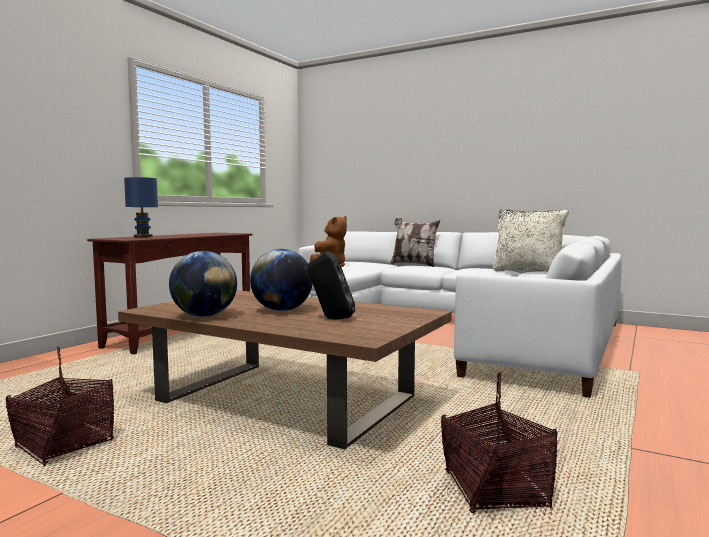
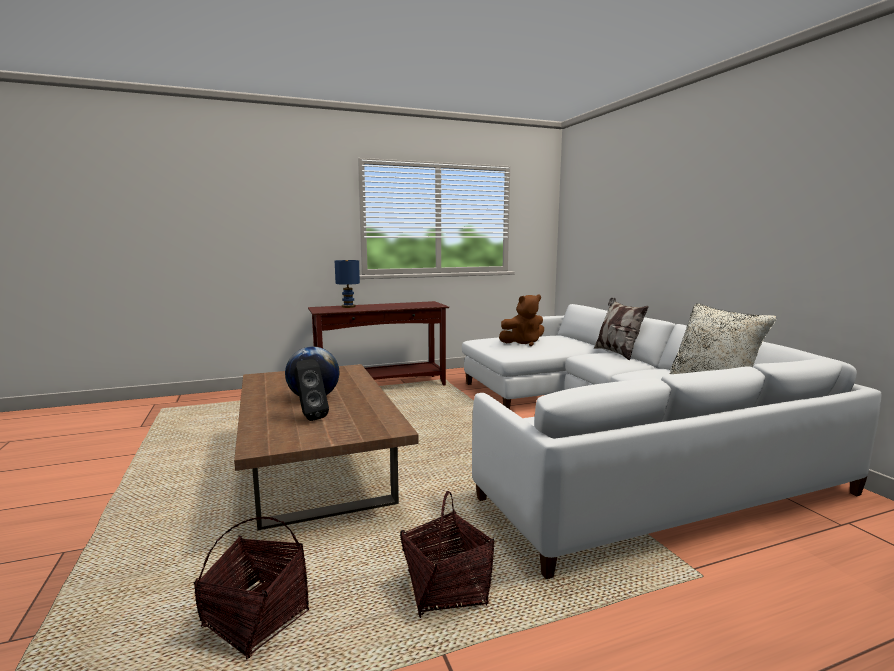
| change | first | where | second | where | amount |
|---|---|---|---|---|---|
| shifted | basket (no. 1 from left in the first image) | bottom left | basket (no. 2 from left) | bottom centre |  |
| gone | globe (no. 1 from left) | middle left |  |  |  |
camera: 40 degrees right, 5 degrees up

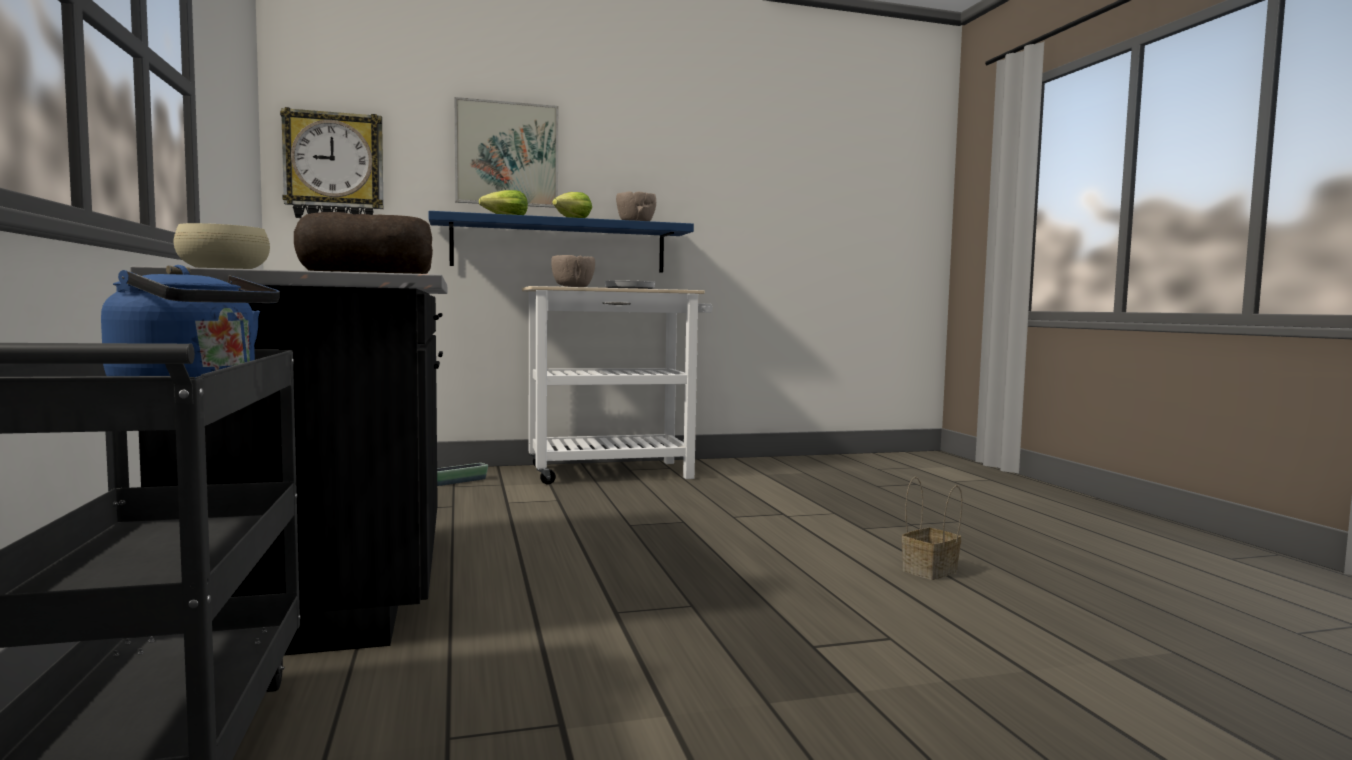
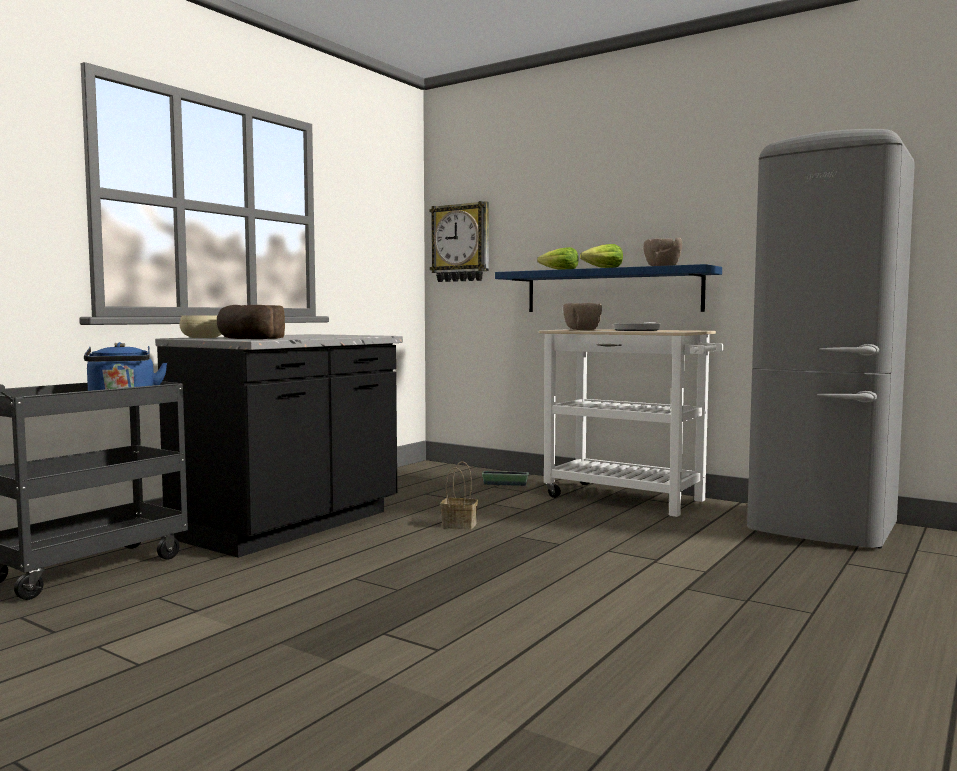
| change | first | where | second | where | amount |
|---|---|---|---|---|---|
| gone | picture | top centre |  |  |  |
| shifted | basket | bottom right |  | centre |  |
| new |  |  | grey fridge | middle right |  |
camera: 50 degrees right, 0 degrees up

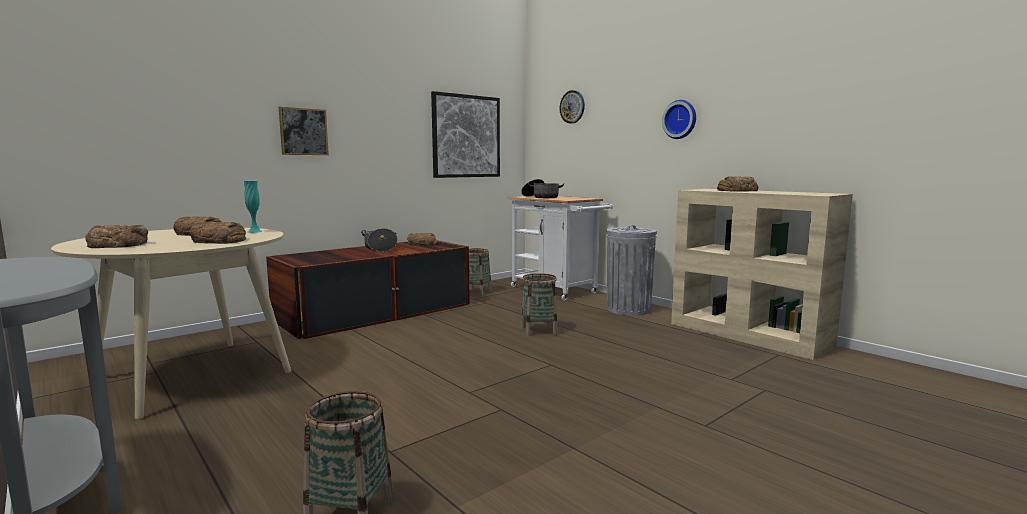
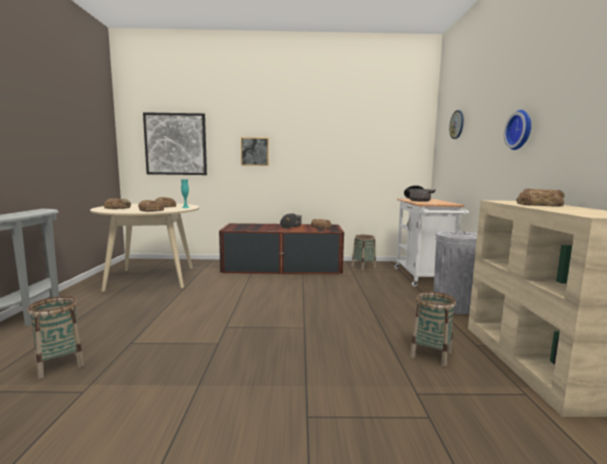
| change | first | where | second | where | amount |
|---|---|---|---|---|---|
| shifted | picture (no. 2 from left in the first image) | top centre | picture (no. 1 from left) | top left |  |
| shifted | basket (no. 3 from left) | centre |  | bottom right |  |
camera: 40 degrees right, 0 degrees up

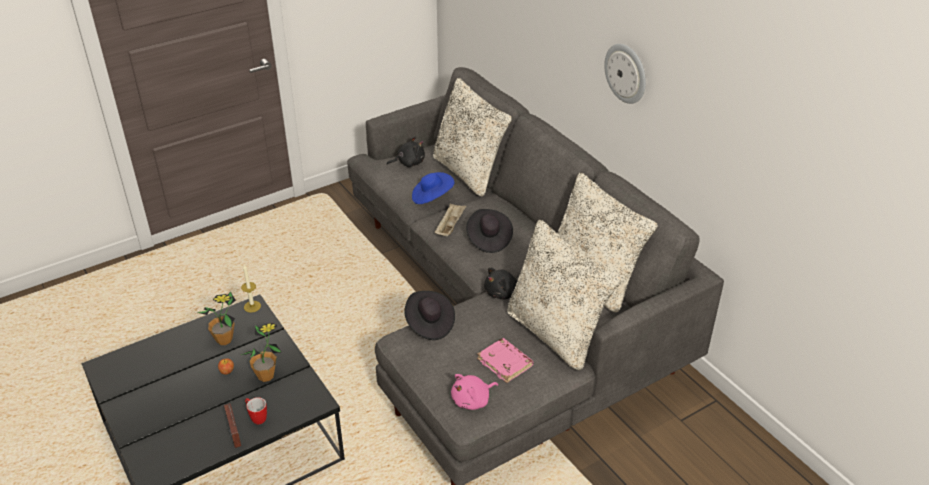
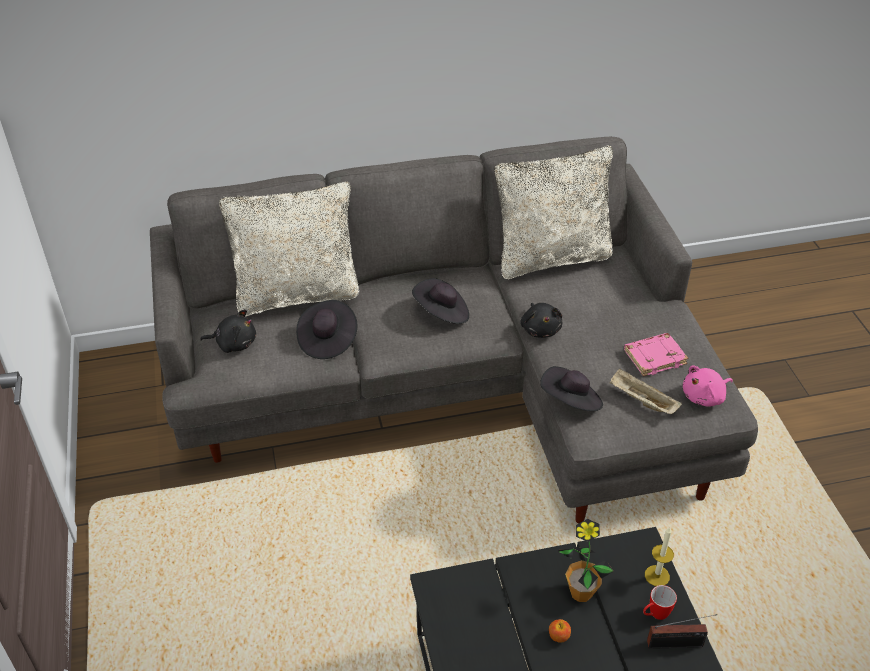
| change | first | where | second | where | amount |
|---|---|---|---|---|---|
| gone | potted plant (no. 1 from left) | middle left |  |  |  |
| shifted | candle | middle left |  | bottom right |  |
| rotated | black plush toy (no. 1 from left) | top centre |  | middle left | 90 degrees clockwise |
| repainted | blue hat | centre | black hat (no. 1 from left) | centre |  |
| shifted | beige tray | centre |  | middle right |  |
| rotated | pink plush toy | bottom centre |  | middle right | 75 degrees clockwise |
| gone | beige pillow (no. 2 from left) | centre |  |  |  |
| gone | wall clock | top right |  |  |  |
camera: 70 degrees left, 5 degrees up

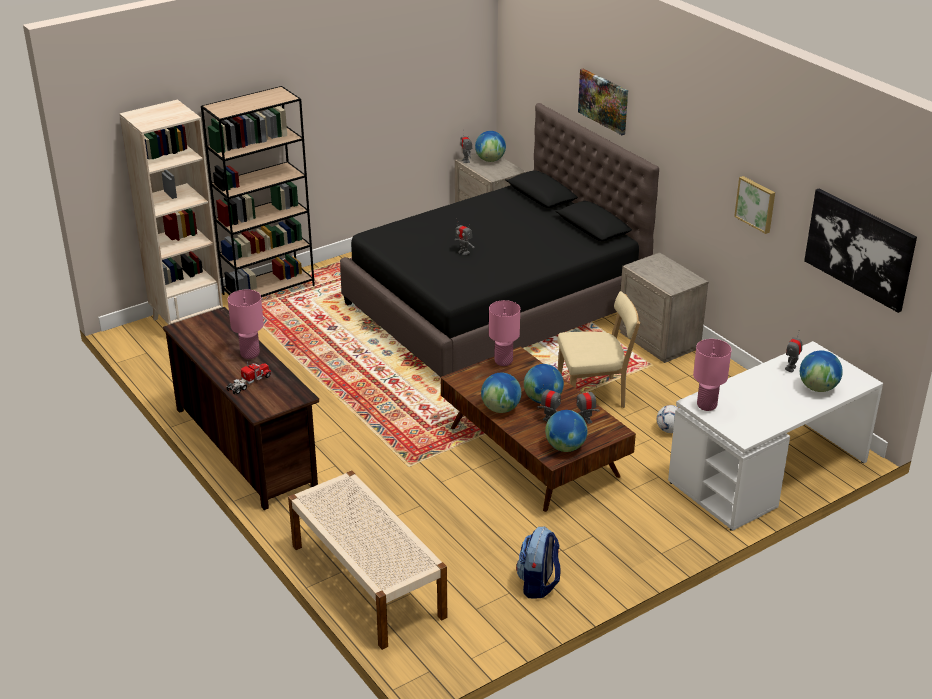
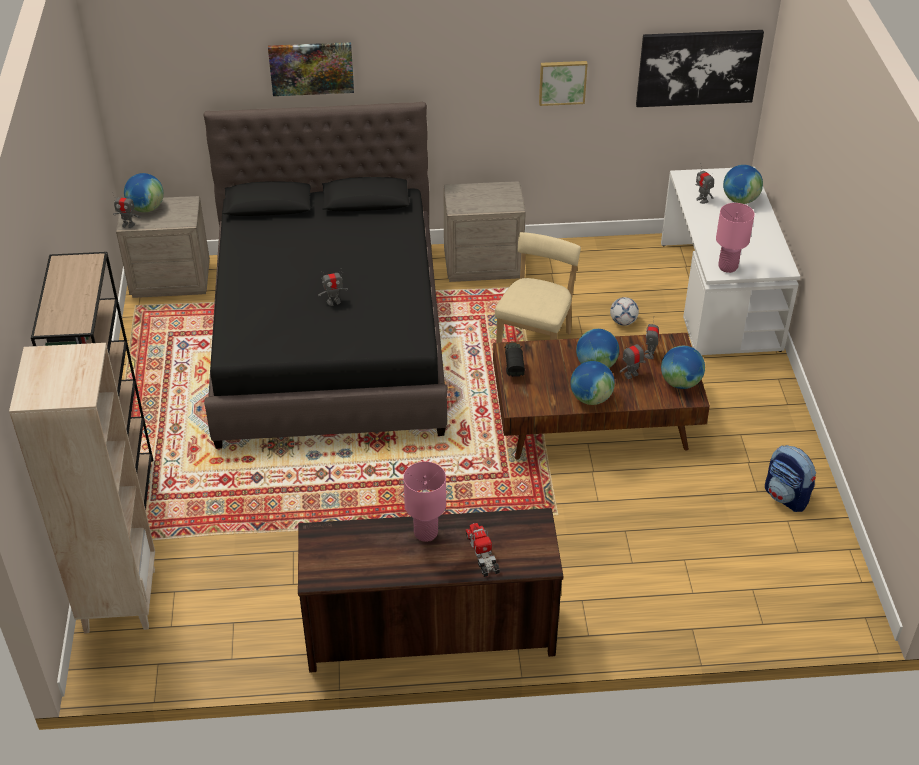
| change | first | where | second | where | amount |
|---|---|---|---|---|---|
| gone | beige bench | bottom centre |  |  |  |
| swapped | pink table lamp (no. 2 from left) | centre | toy truck (no. 2 from left) | centre |  |
camera: 60 degrees left, 10 degrees up

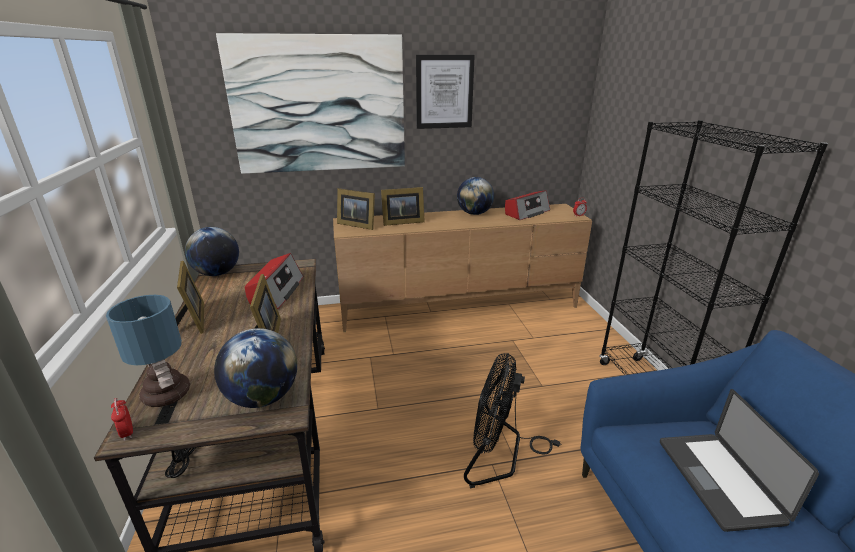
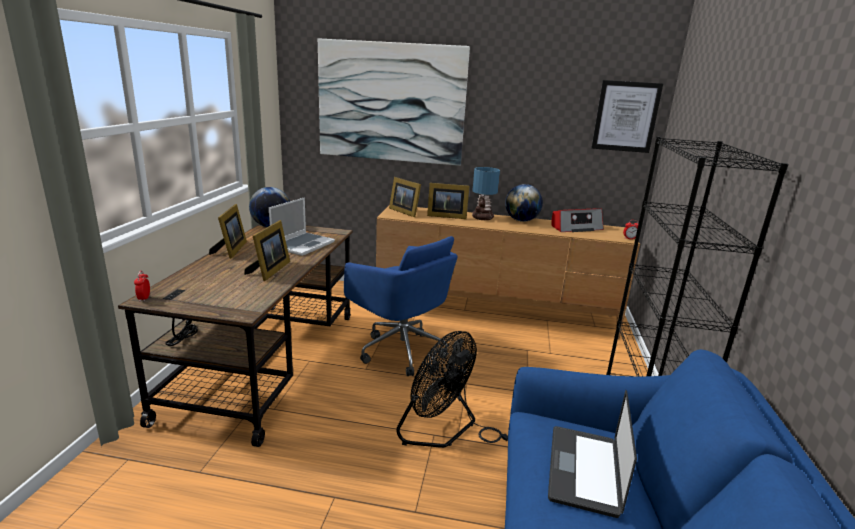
| change | first | where | second | where | amount |
|---|---|---|---|---|---|
| shifted | table lamp | middle left |  | centre |  |
| gone | globe (no. 2 from left) | bottom left |  |  |  |
| swapped | radio (no. 1 from left) | middle left | laptop (no. 1 from left) | centre |  |
| shifted | picture (no. 2 from left) | top centre |  | top right |  |
| new |  |  | blue office chair | centre |  |
camera: 20 degrees right, 5 degrees down

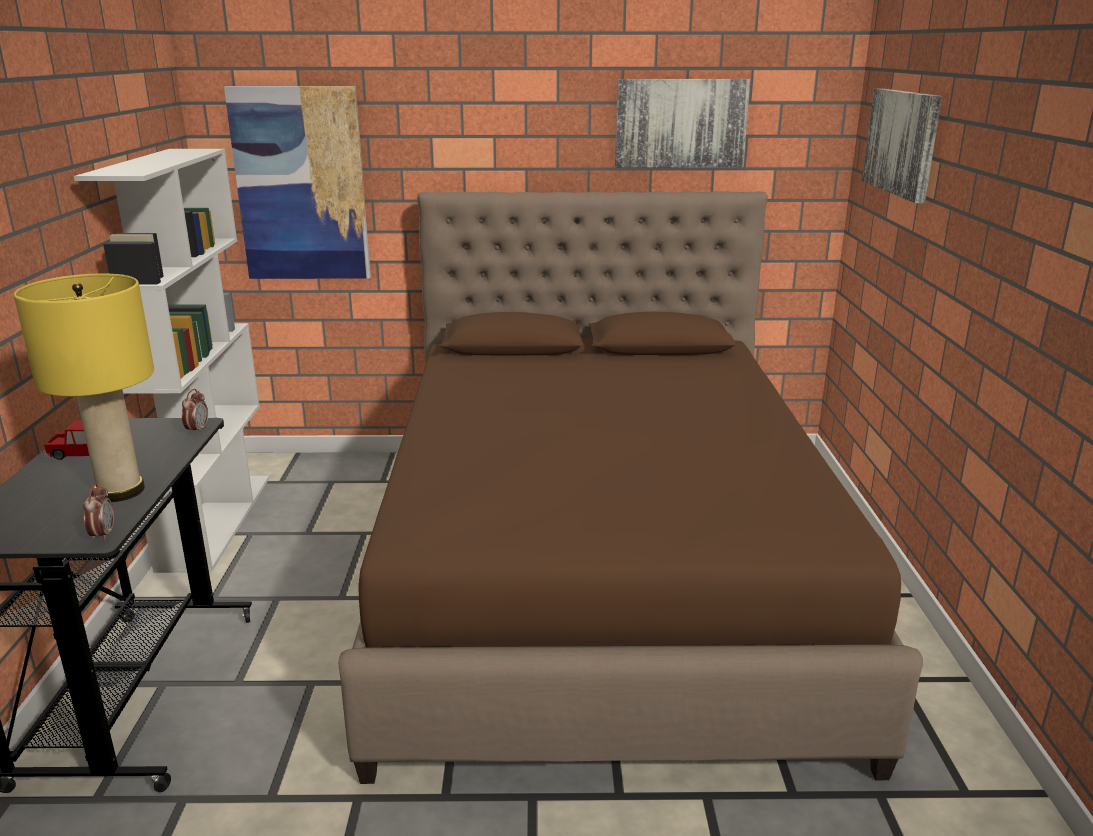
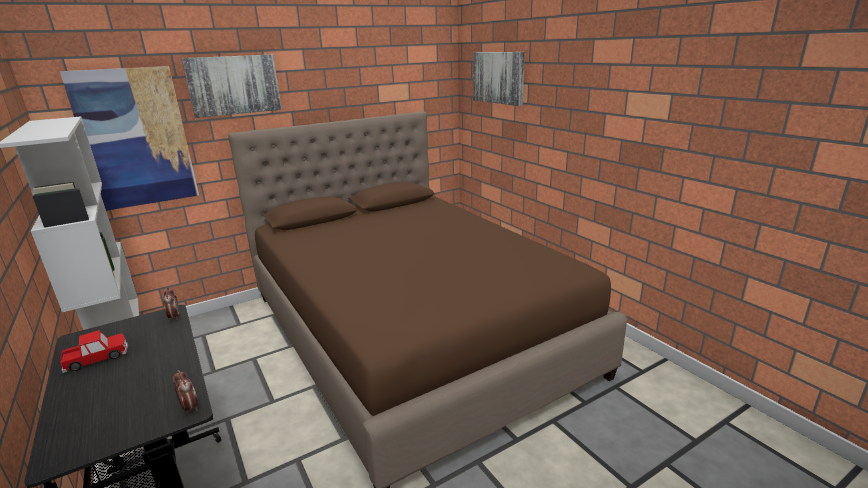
| change | first | where | second | where | amount |
|---|---|---|---|---|---|
| gone | yellow table lamp | middle left |  |  |  |
| shifted | picture (no. 2 from left) | top centre |  | top left |  |
camera: 30 degrees left, 0 degrees up

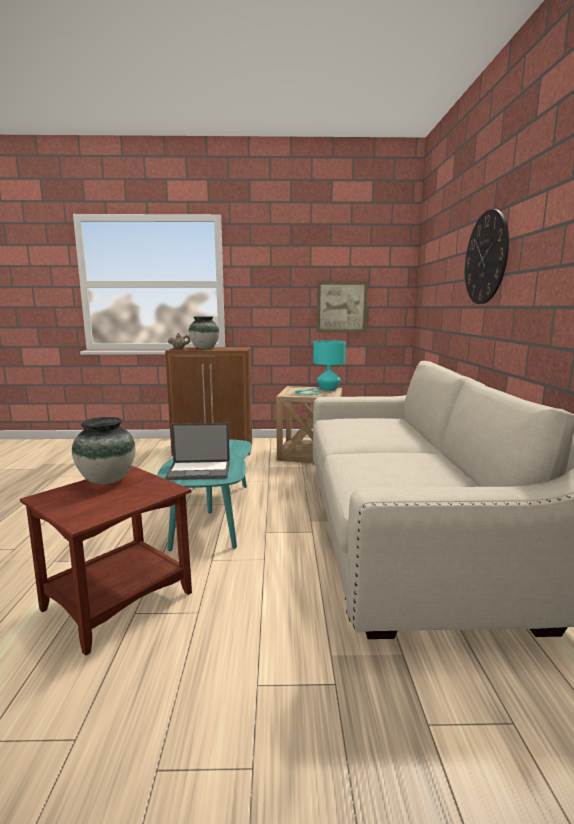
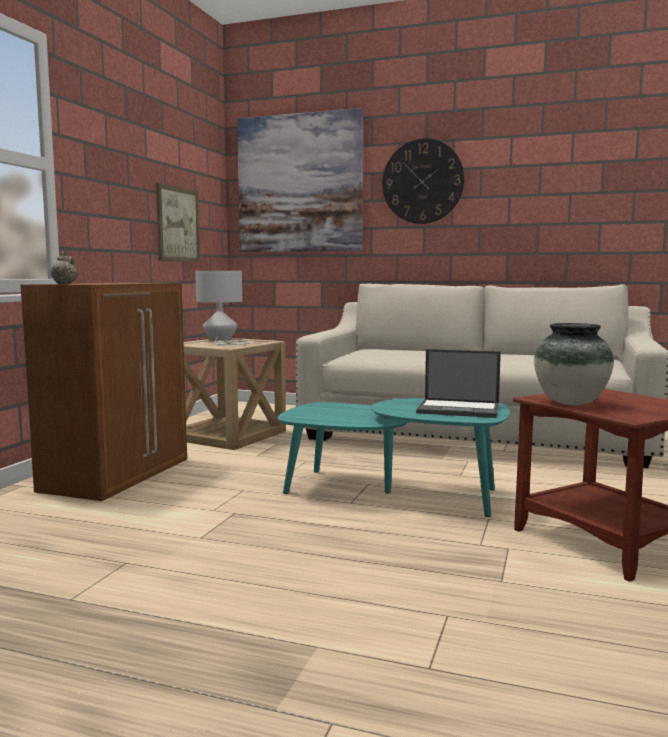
| change | first | where | second | where | amount |
|---|---|---|---|---|---|
| rotated | laptop | centre |  | middle right | 90 degrees clockwise |
| gone | vase (no. 2 from left) | centre |  |  |  |
| repainted | turquoise table lamp | centre | grey table lamp | centre |  |
| new |  |  | picture (no. 2 from left) | top centre |  |
camera: 70 degrees left, 5 degrees down

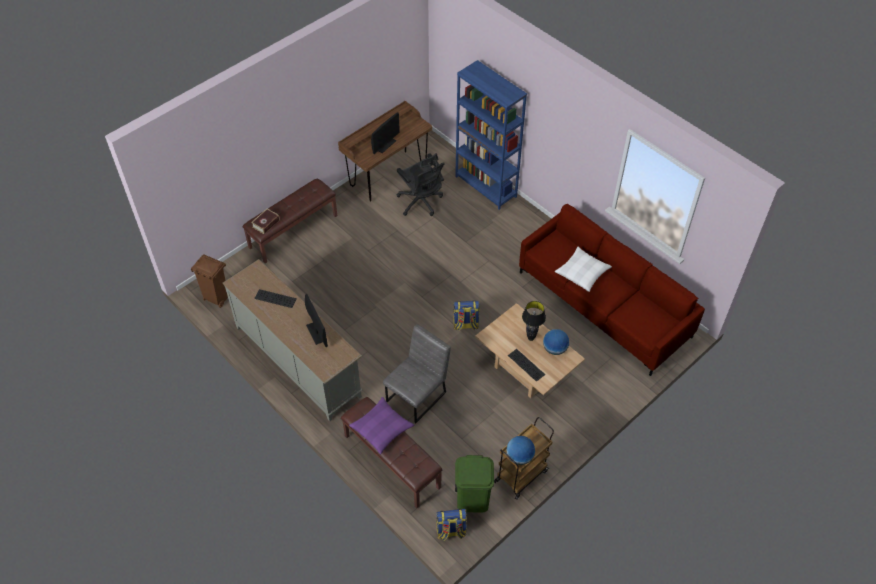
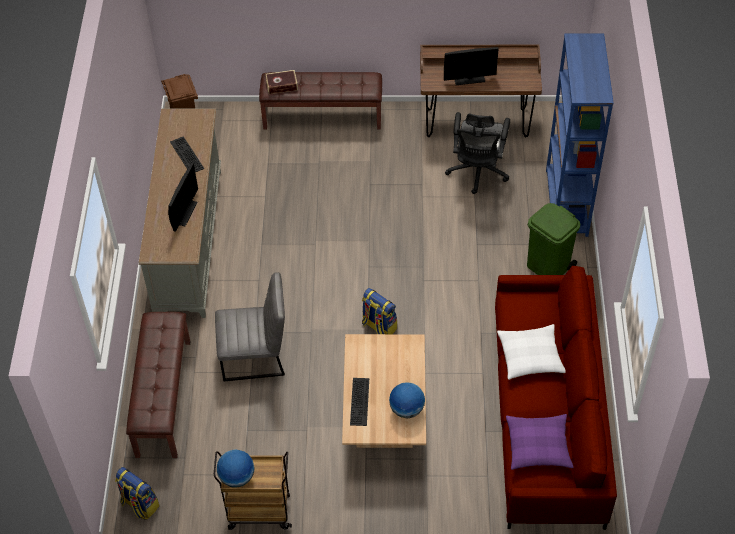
| change | first | where | second | where | amount |
|---|---|---|---|---|---|
| shifted | purple pillow | bottom centre |  | bottom right |  |
| shifted | green trash can | bottom centre |  | middle right |  |
| gone | black table lamp | centre |  |  |  |
camera: 45 degrees right, 0 degrees up

